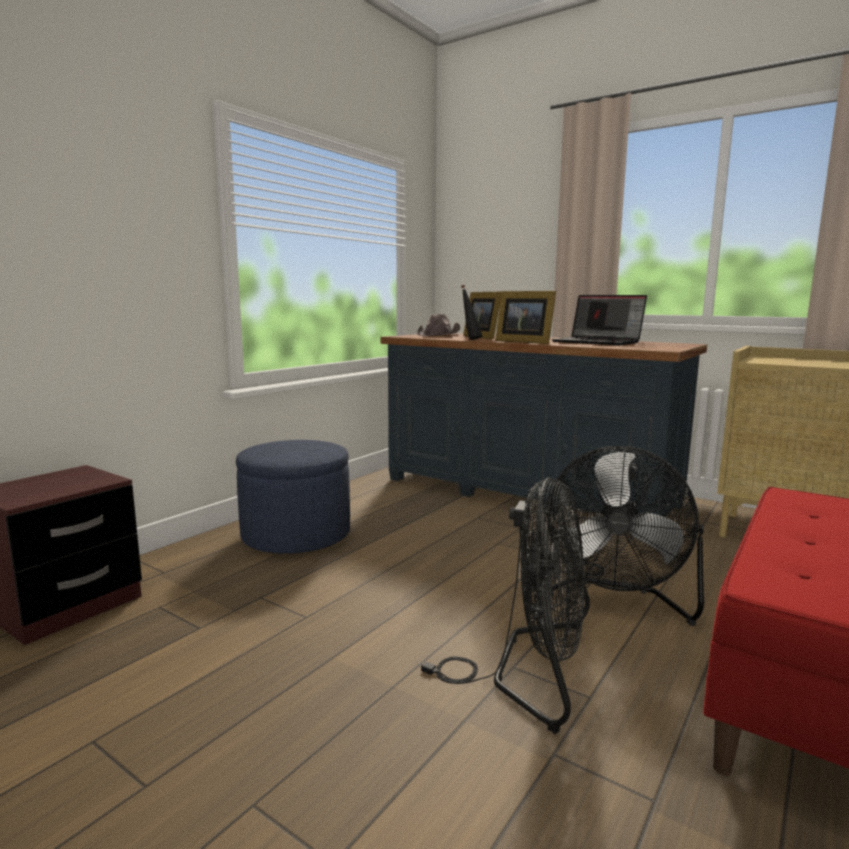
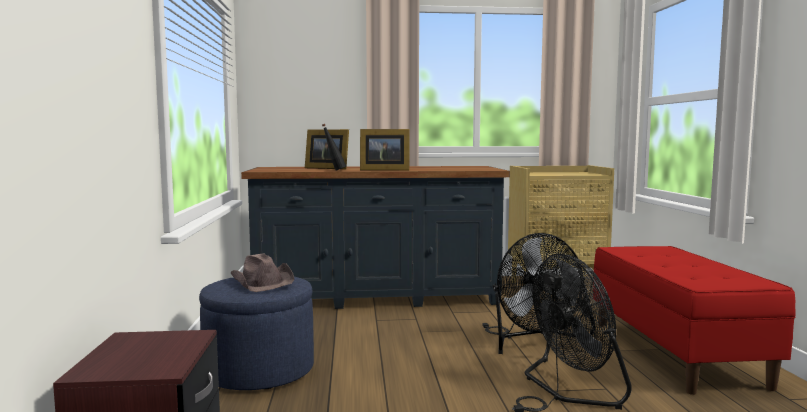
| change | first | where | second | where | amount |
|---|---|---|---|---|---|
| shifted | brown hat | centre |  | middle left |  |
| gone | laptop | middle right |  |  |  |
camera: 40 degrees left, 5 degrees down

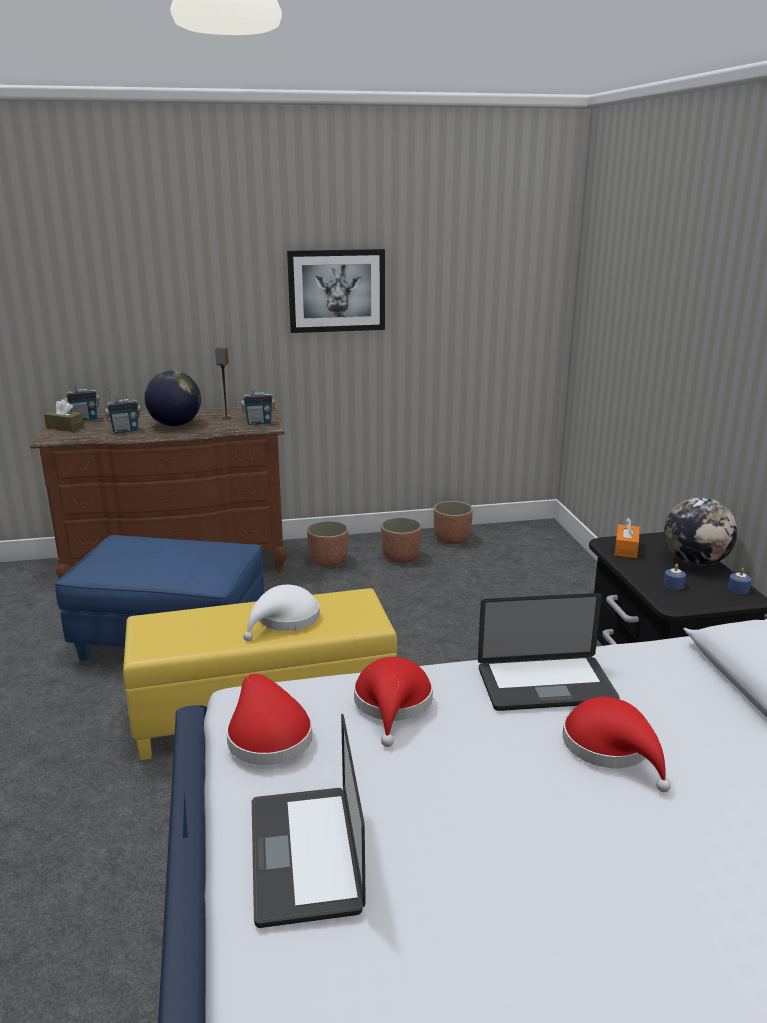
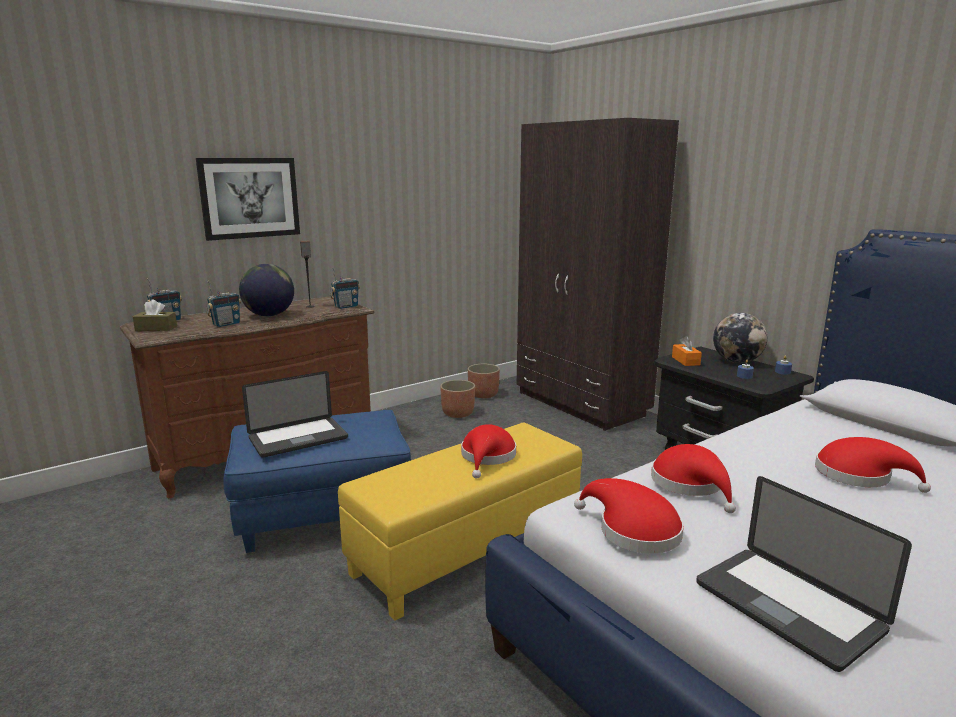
| change | first | where | second | where | amount |
|---|---|---|---|---|---|
| repainted | white hat | centre | red hat (no. 1 from left) | centre |  |
| shifted | picture | top centre |  | top left |  |
| gone | planter (no. 1 from left) | centre |  |  |  |
| shifted | laptop (no. 2 from left in the first image) | middle right | laptop (no. 1 from left) | middle left |  |
| new |  |  | brown wardrobe | centre |  |
camera: 25 degrees left, 5 degrees down

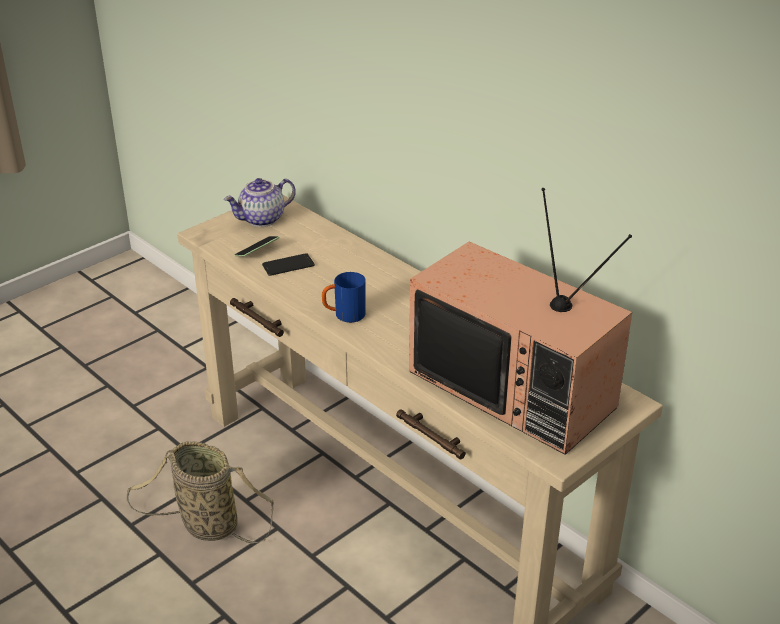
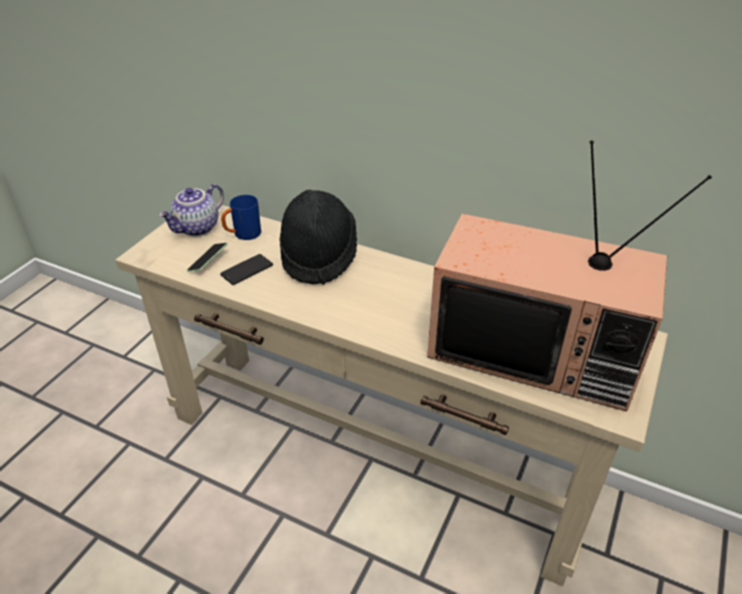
| change | first | where | second | where | amount |
|---|---|---|---|---|---|
| gone | basket | bottom left |  |  |  |
| shifted | blue mug | centre |  | middle left |  |
| new |  |  | black hat | centre |  |
camera: 20 degrees left, 5 degrees up

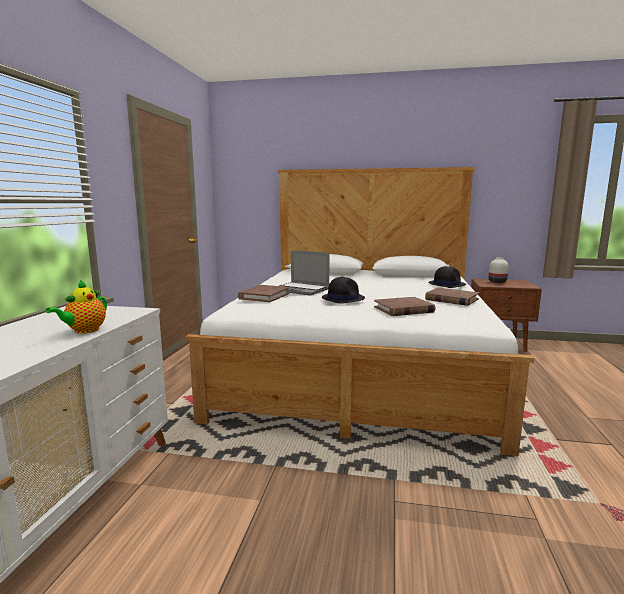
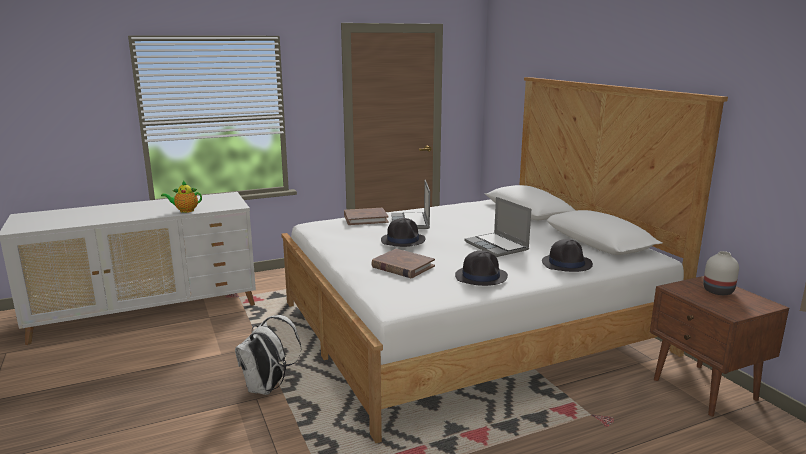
| change | first | where | second | where | amount |
|---|---|---|---|---|---|
| swapped | brown book (no. 3 from left) | middle right | black hat (no. 2 from left) | centre |  |
| new |  |  | white backpack | bottom left |  |
| new |  |  | laptop (no. 2 from left) | centre |  |
camera: 55 degrees right, 5 degrees up

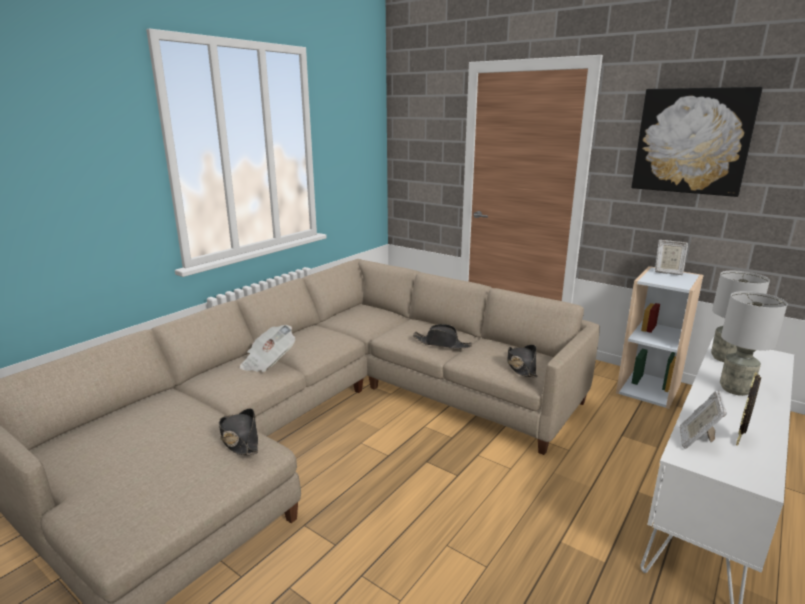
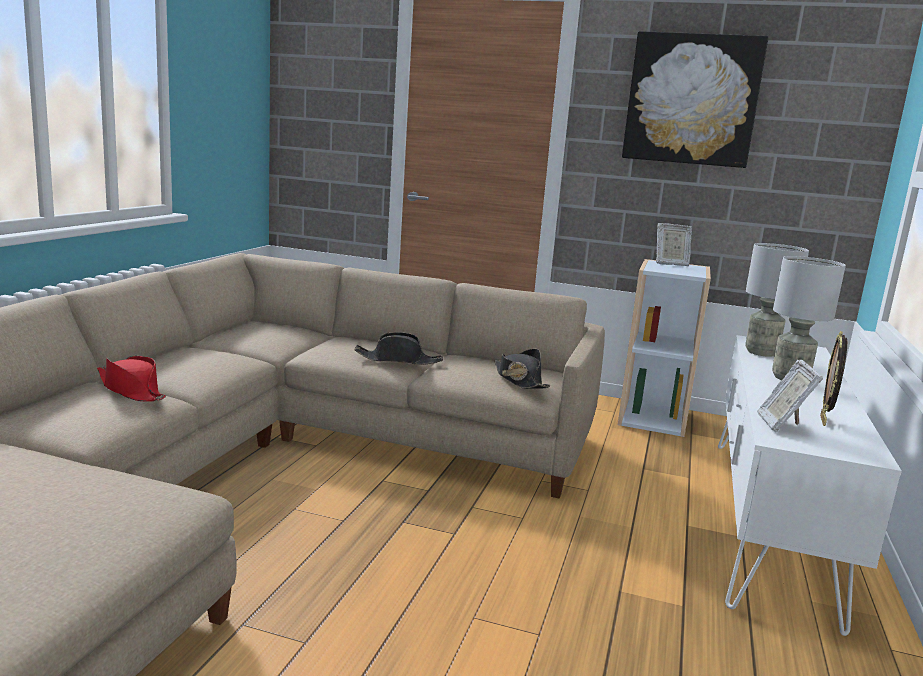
| change | first | where | second | where | amount |
|---|---|---|---|---|---|
| gone | black hat (no. 1 from left) | bottom left |  |  |  |
| swapped | newspaper | middle left | red hat | middle left |  |
camera: 20 degrees left, 5 degrees down

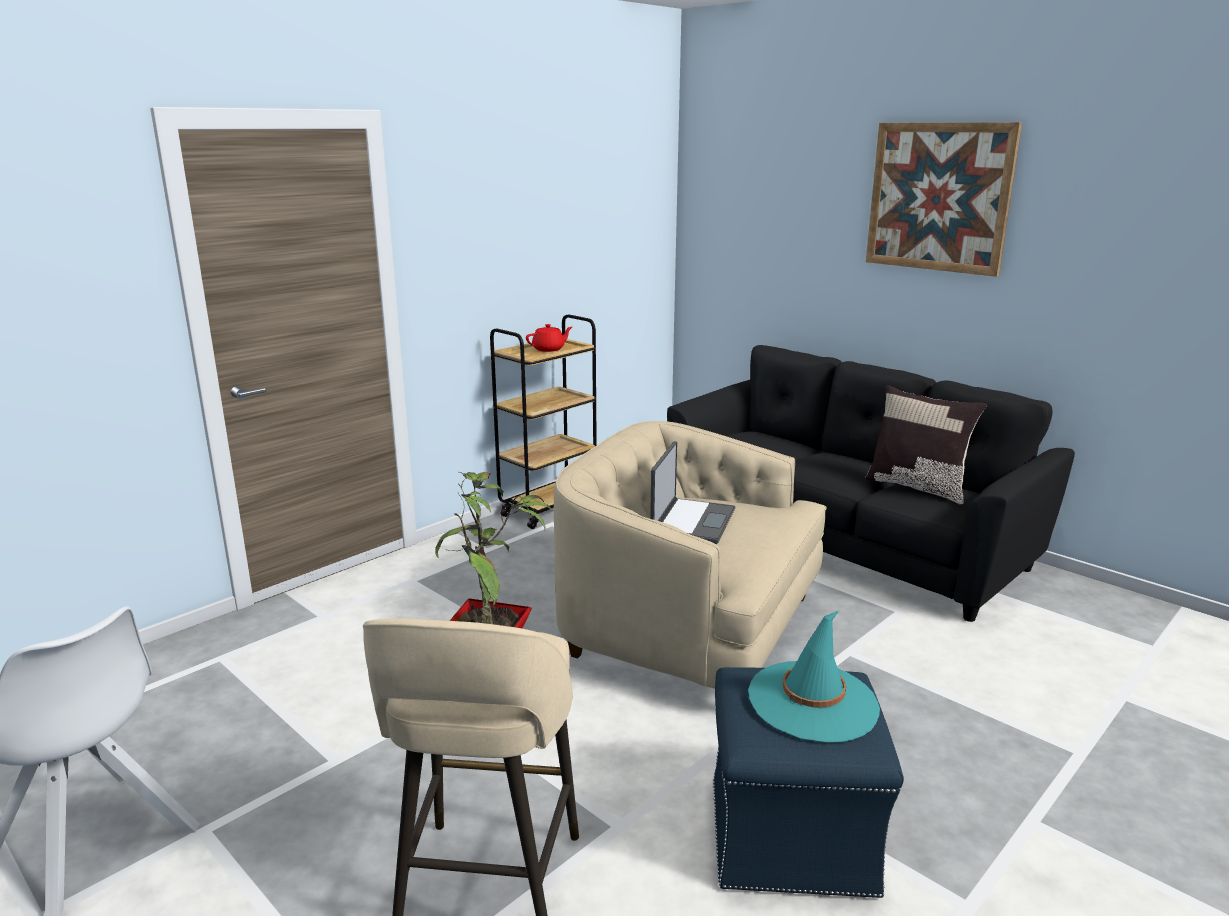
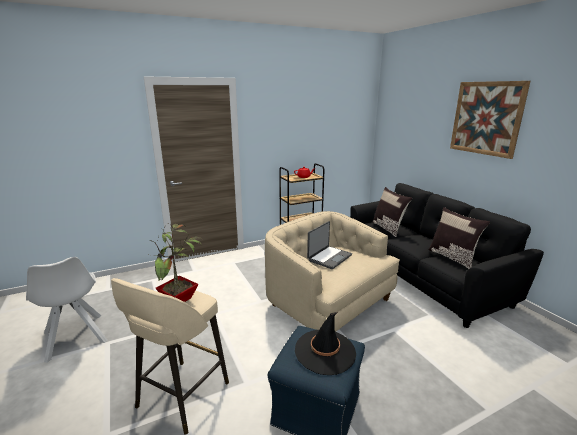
| change | first | where | second | where | amount |
|---|---|---|---|---|---|
| repainted | turquoise hat | bottom centre | black hat | bottom centre |  |
| new |  |  | pillow (no. 1 from left) | middle right |  |
camera: 20 degrees right, 0 degrees up

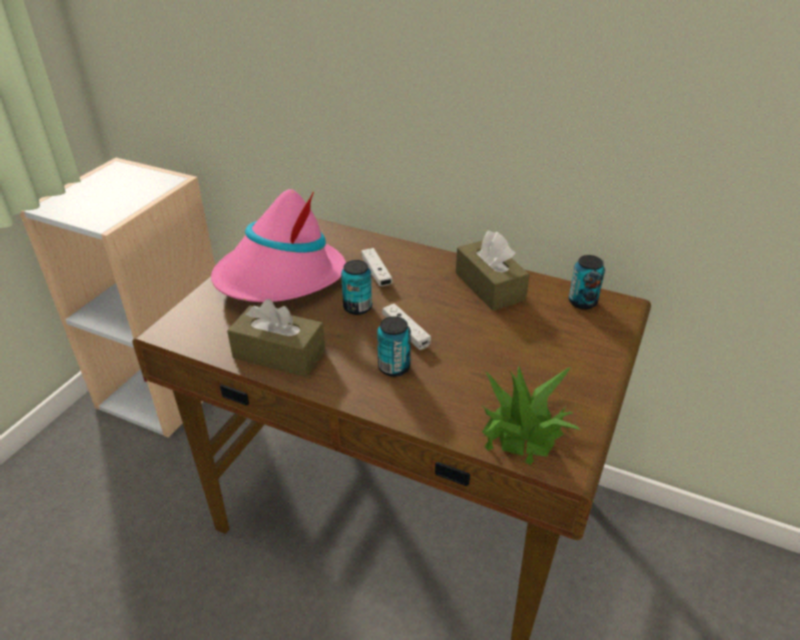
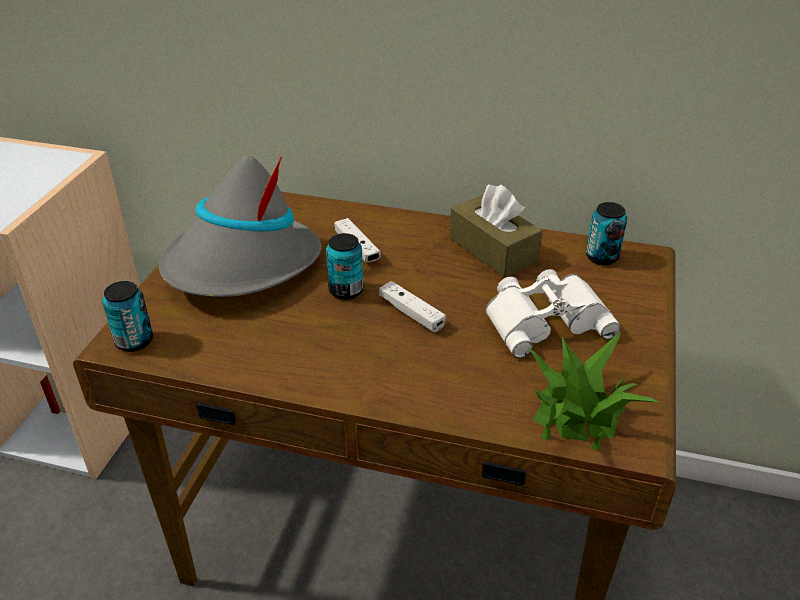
| change | first | where | second | where | amount |
|---|---|---|---|---|---|
| repainted | pink hat | centre | grey hat | middle left |  |
| gone | brown tissue box (no. 1 from left) | centre |  |  |  |
| shifted | can (no. 2 from left in the first image) | centre | can (no. 1 from left) | middle left |  |
| new |  |  | white binoculars | middle right |  |
camera: 10 degrees left, 0 degrees up

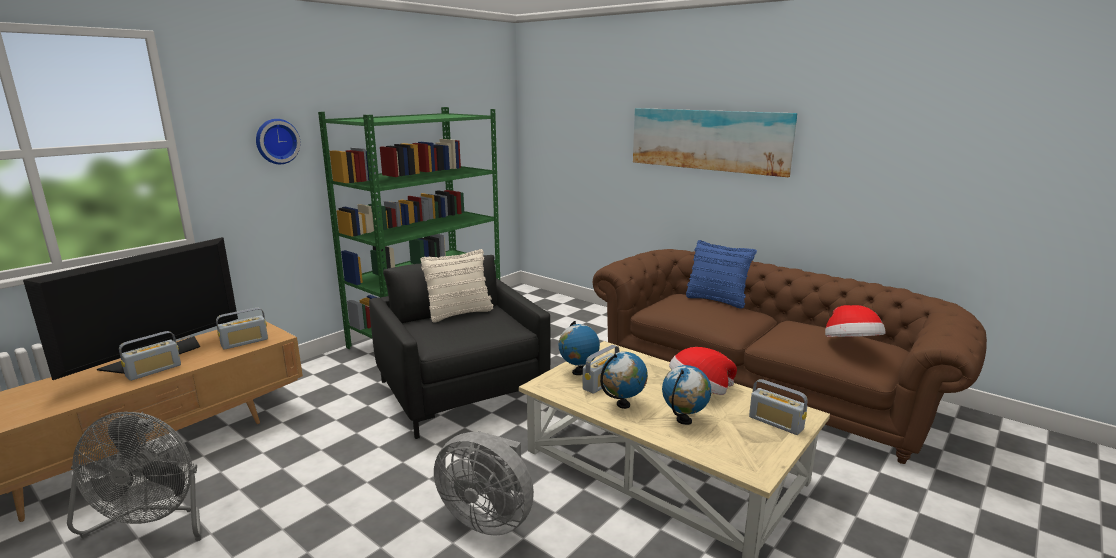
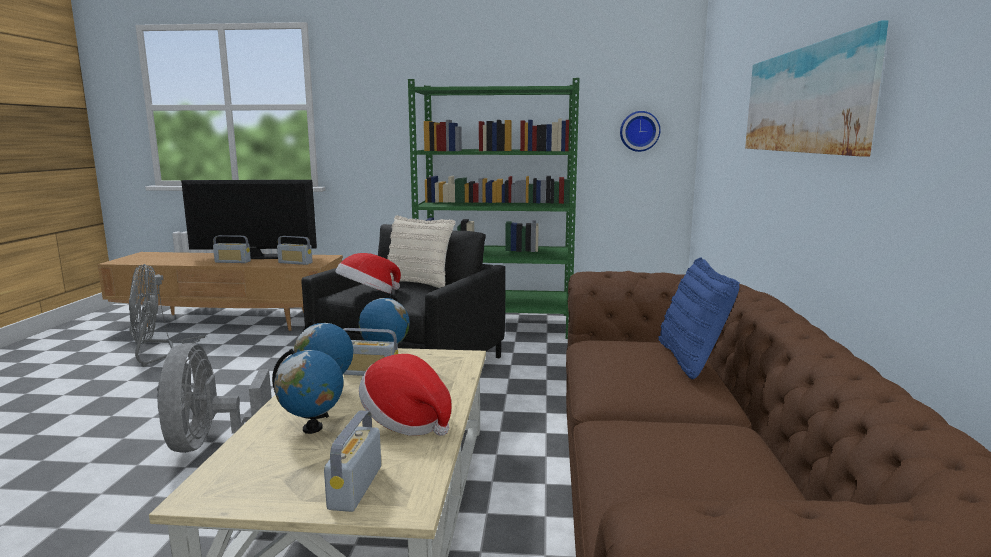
| change | first | where | second | where | amount |
|---|---|---|---|---|---|
| shifted | wall clock | top left |  | top centre |  |
| shifted | hat (no. 2 from left in the first image) | middle right | hat (no. 1 from left) | centre |  |
camera: 55 degrees right, 5 degrees down

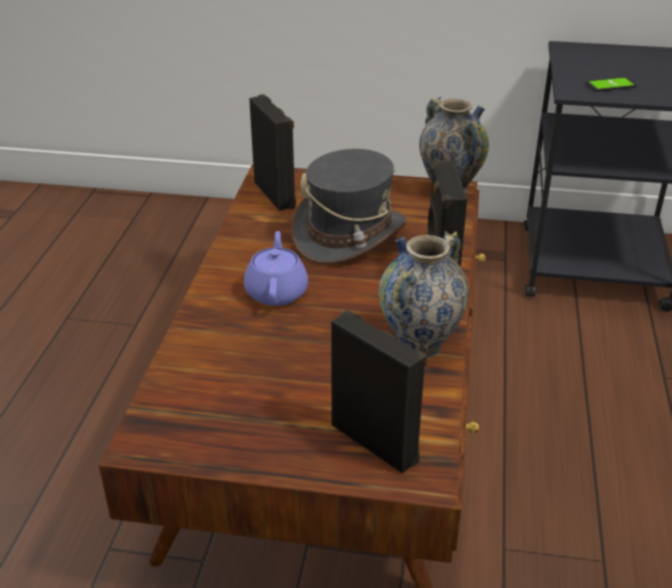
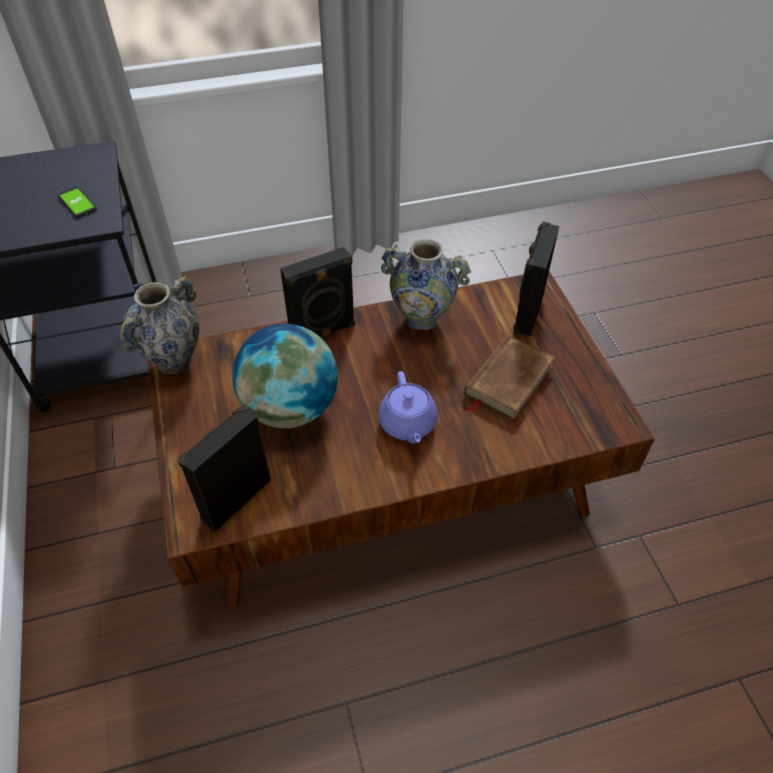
| change | first | where | second | where | amount |
|---|---|---|---|---|---|
| rotated | purple teapot | centre |  | centre | 75 degrees counterclockwise |
| swapped | grey hat | centre | globe | centre |  |
| new |  |  | brown book | centre |  |
camera: 115 degrees left, 15 degrees up

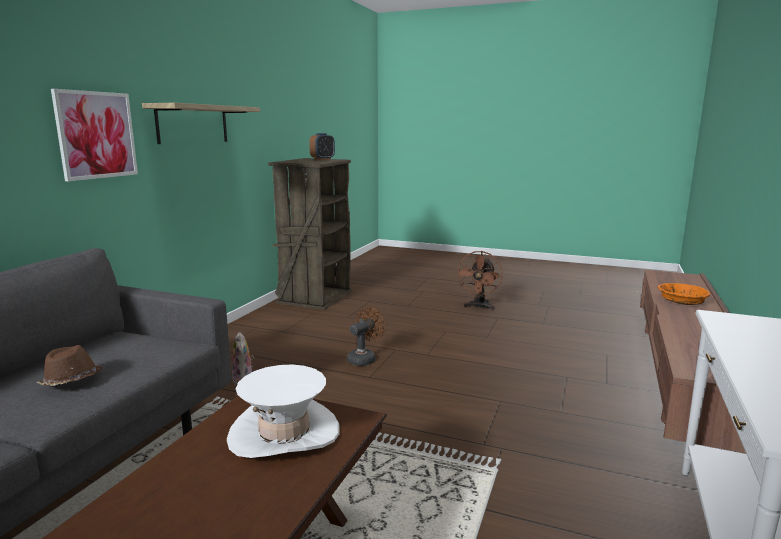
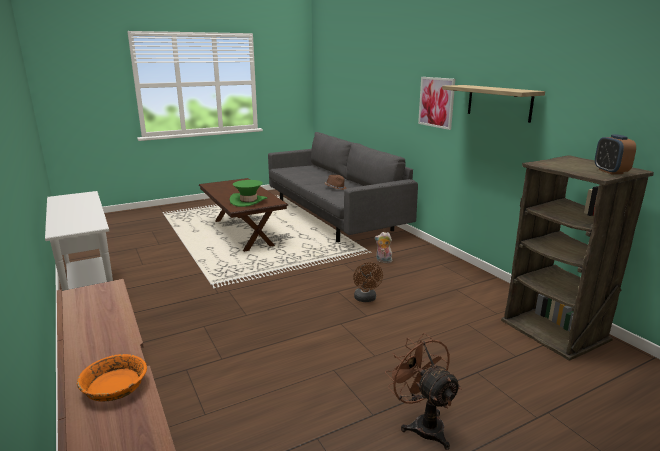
| change | first | where | second | where | amount |
|---|---|---|---|---|---|
| repainted | white hat | bottom centre | green hat | centre |  |
camera: 130 degrees right, 5 degrees up

